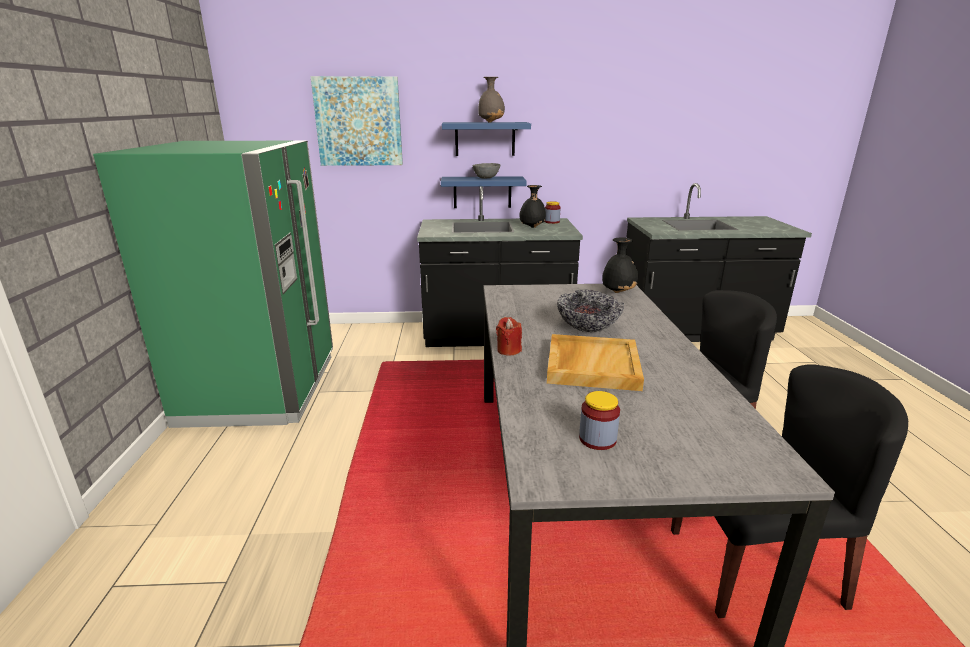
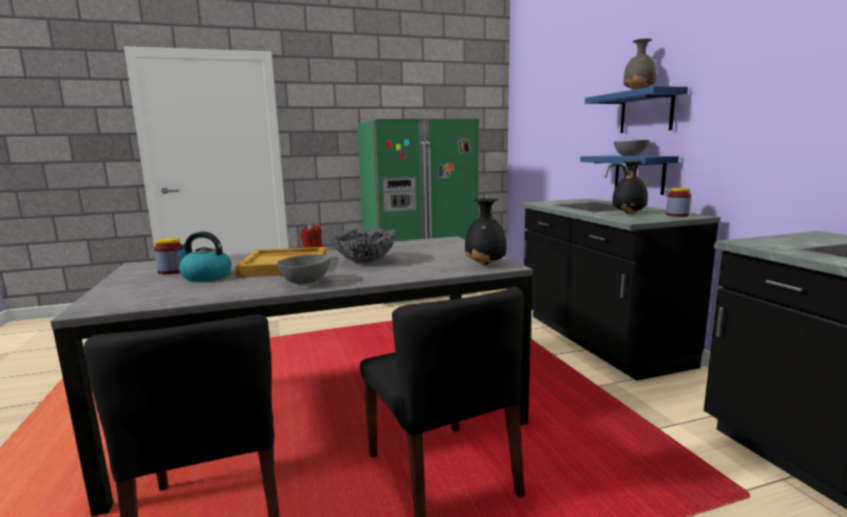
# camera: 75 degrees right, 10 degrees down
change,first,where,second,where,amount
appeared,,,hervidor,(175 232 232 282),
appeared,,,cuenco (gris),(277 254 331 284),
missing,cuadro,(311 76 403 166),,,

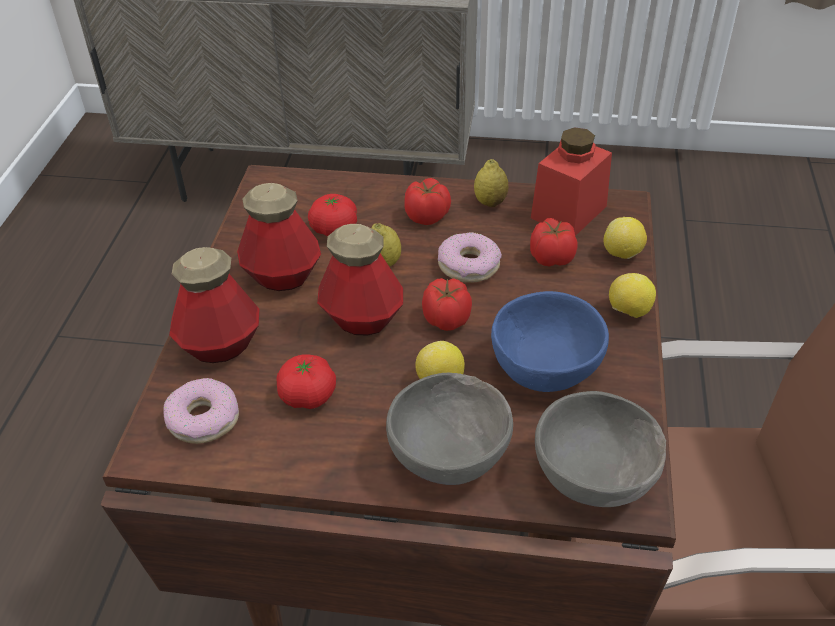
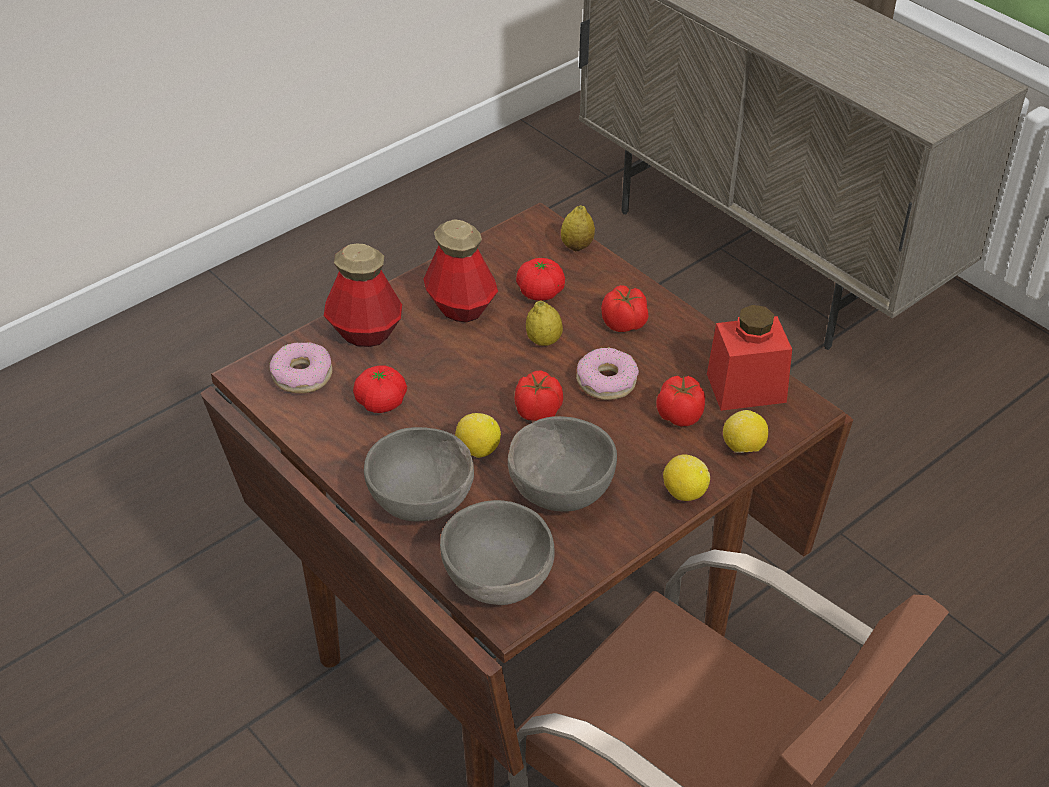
# camera: 40 degrees right, 0 degrees up
change,first,where,second,where,amount
colour,cuenco (azul),(491 291 609 392),cuenco (gris),(508 416 617 512),
relocated,limón,(474 159 509 207),,(561 205 595 251),
missing,botella,(317 224 403 336),,,

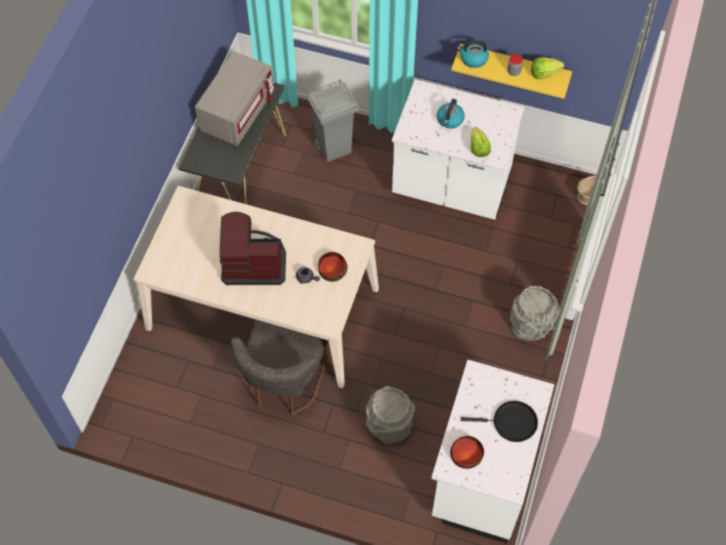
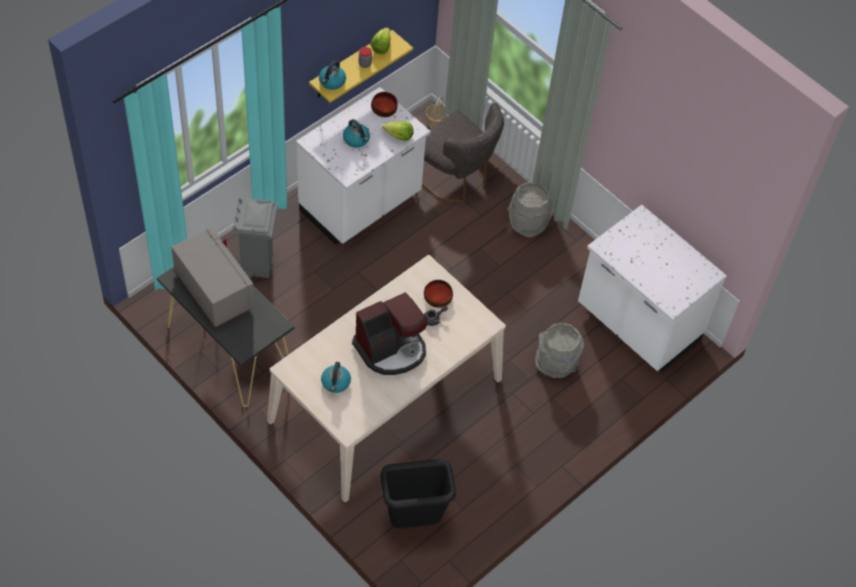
# camera: 65 degrees left, 5 degrees down
change,first,where,second,where,amount
appeared,,,hervidor,(321 362 351 393),
spun,cafetera,(220 212 286 285),,(352 292 427 375),150 degrees counterclockwise
relocated,cuenco,(450 436 484 469),,(371 92 397 117),
appeared,,,papelera (negro),(380 459 456 528),
relocated,silla (gris),(231 319 328 416),,(422 103 504 203),
missing,sartén (negro),(461 401 538 442),,,

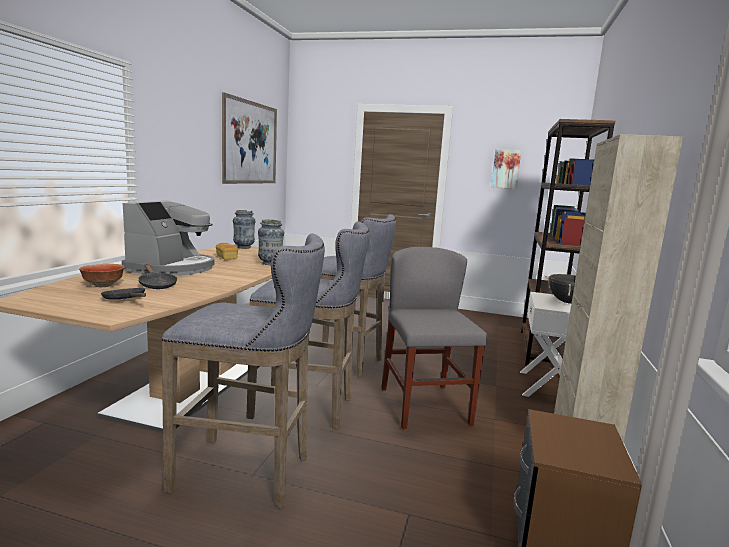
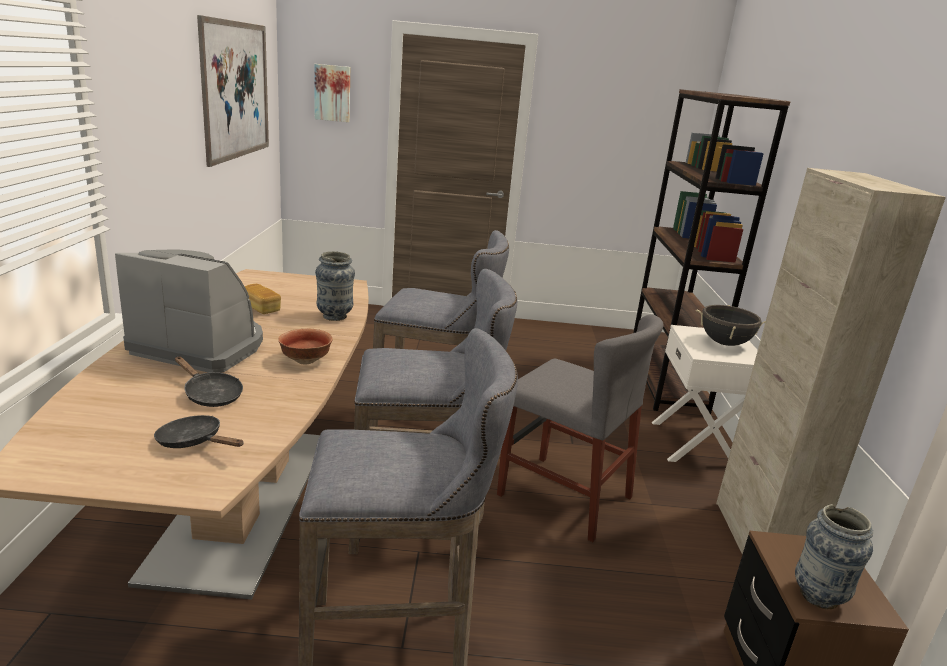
# camera: 15 degrees left, 10 degrees up
change,first,where,second,where,amount
spun,cafetera,(122 200 214 276),,(115 249 263 373),75 degrees counterclockwise
relocated,cuenco,(79 264 125 287),,(278 329 332 365),
relocated,cuadro,(491 149 521 189),,(314 64 350 122),
spun,silla (gris),(381 247 487 429),,(497 314 664 542),150 degrees clockwise
relocated,florero,(233 210 255 249),,(795 504 873 609),

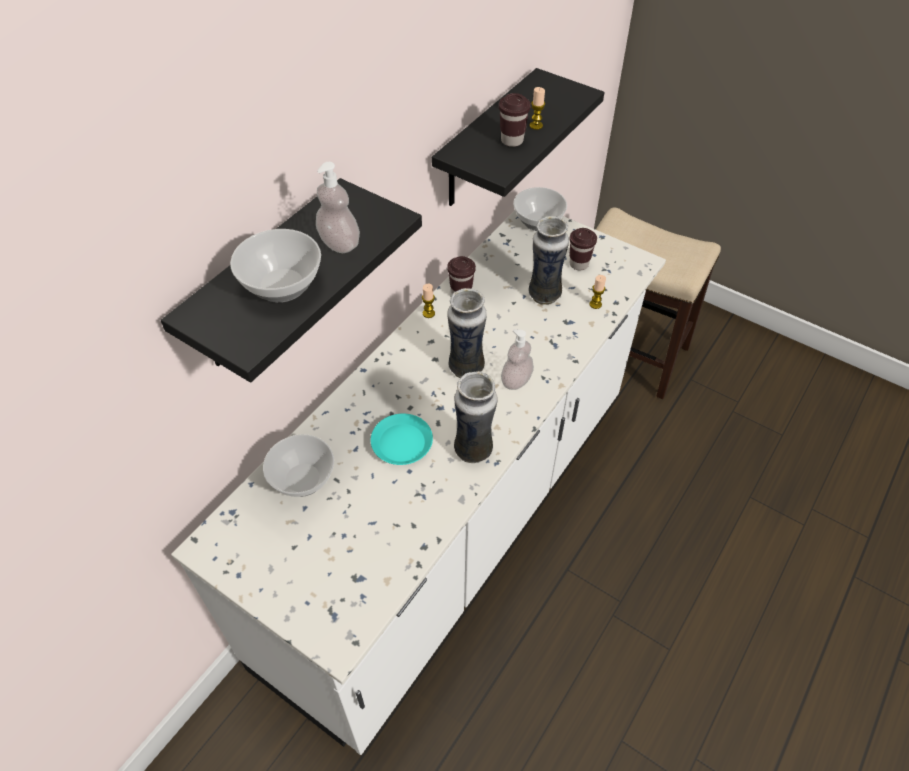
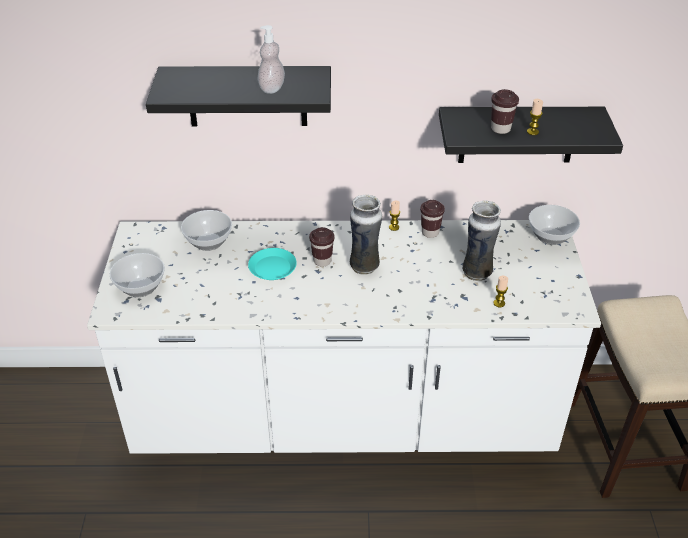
# camera: 55 degrees right, 10 degrees down
change,first,where,second,where,amount
relocated,cuenco,(230 229 321 303),,(110 253 165 297),
relocated,taza (marrón),(569 228 597 270),,(309 227 335 267),
missing,florero,(454 371 498 463),,,
missing,dispensador de jabón,(501 329 534 390),,,

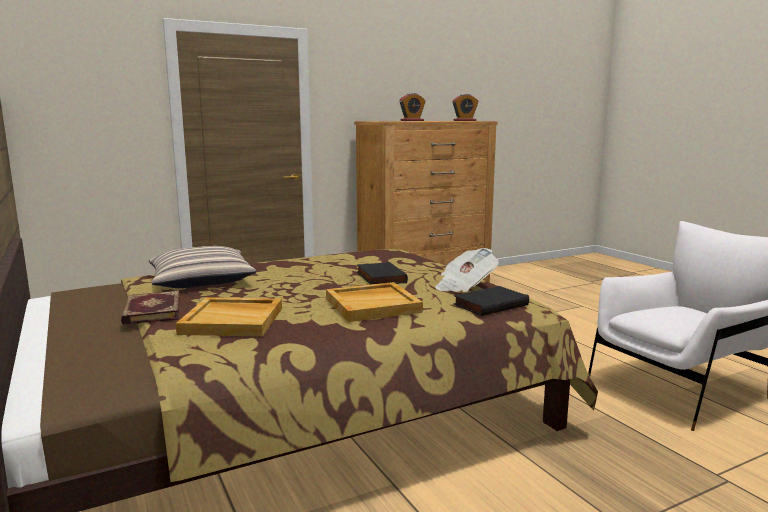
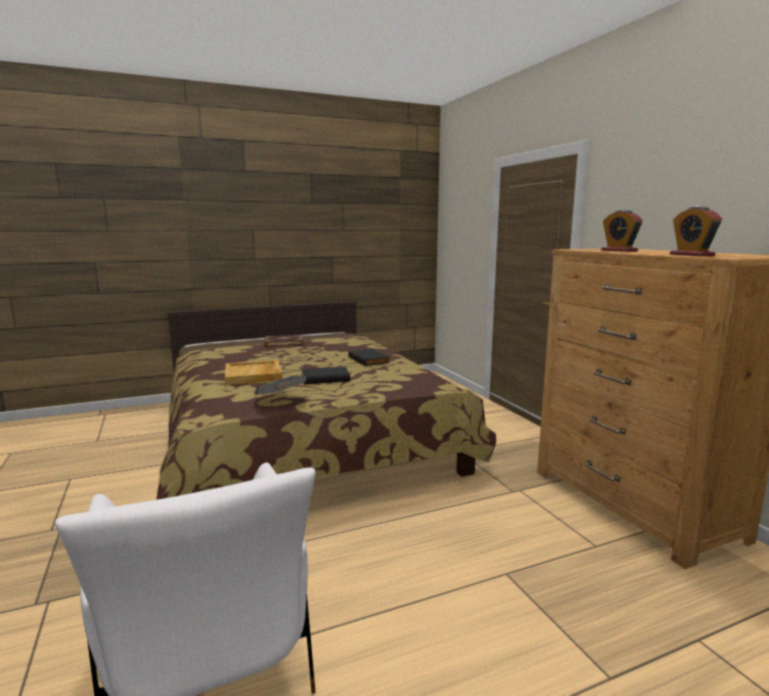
# camera: 95 degrees right, 0 degrees up
change,first,where,second,where,amount
relocated,libro (negro),(453 286 529 316),,(348 348 390 366),
missing,cojín,(149 246 256 288),,,
missing,bandeja (beis),(176 297 282 337),,,

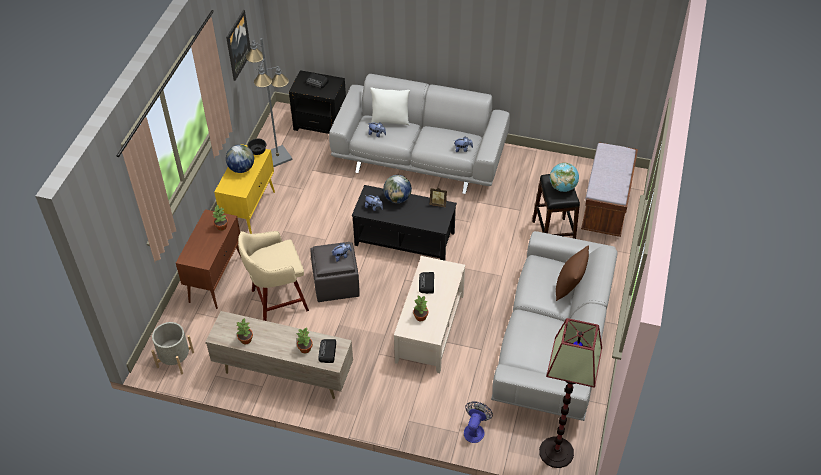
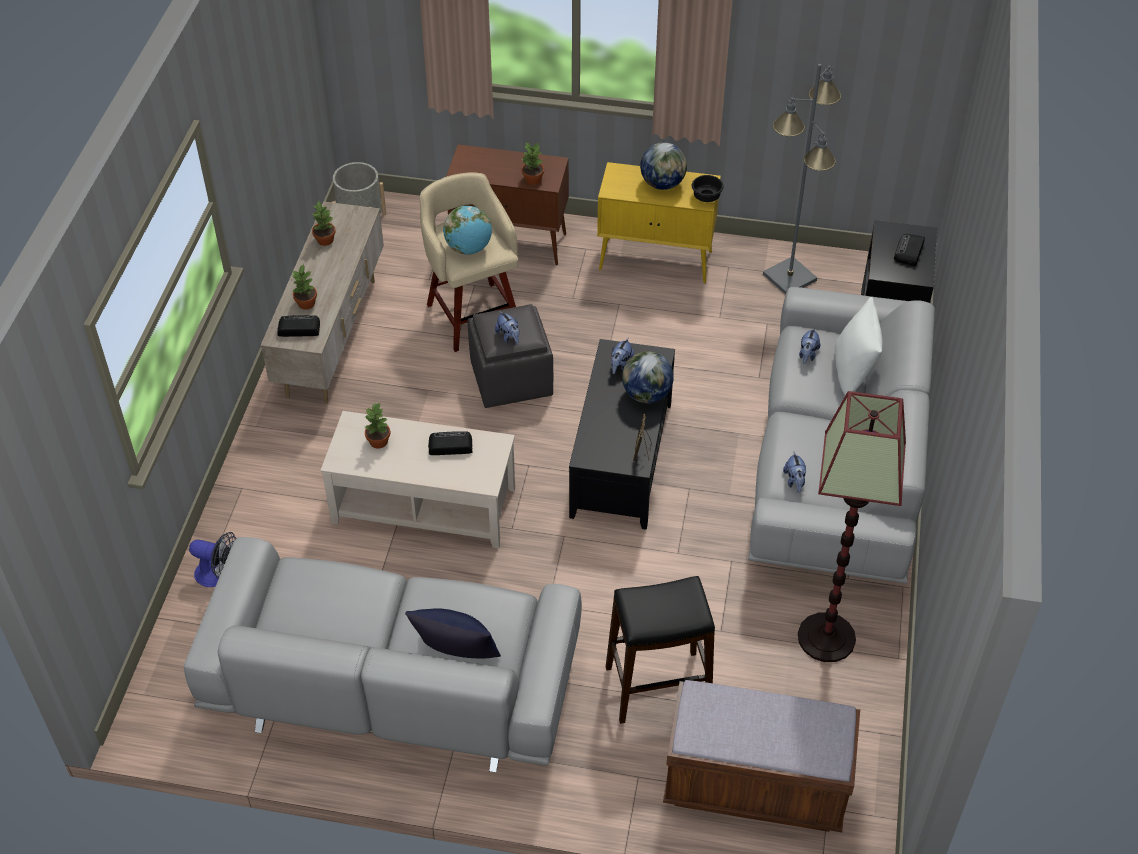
# camera: 85 degrees right, 0 degrees up
change,first,where,second,where,amount
colour,cojín (marrón),(556 246 589 301),cojín (azul),(405 608 501 659),
relocated,globo terráqueo,(550 163 579 192),,(443 206 492 255),
relocated,lámpara de pie,(539 318 602 468),,(798 391 906 662),
missing,cuadro,(226 10 251 81),,,

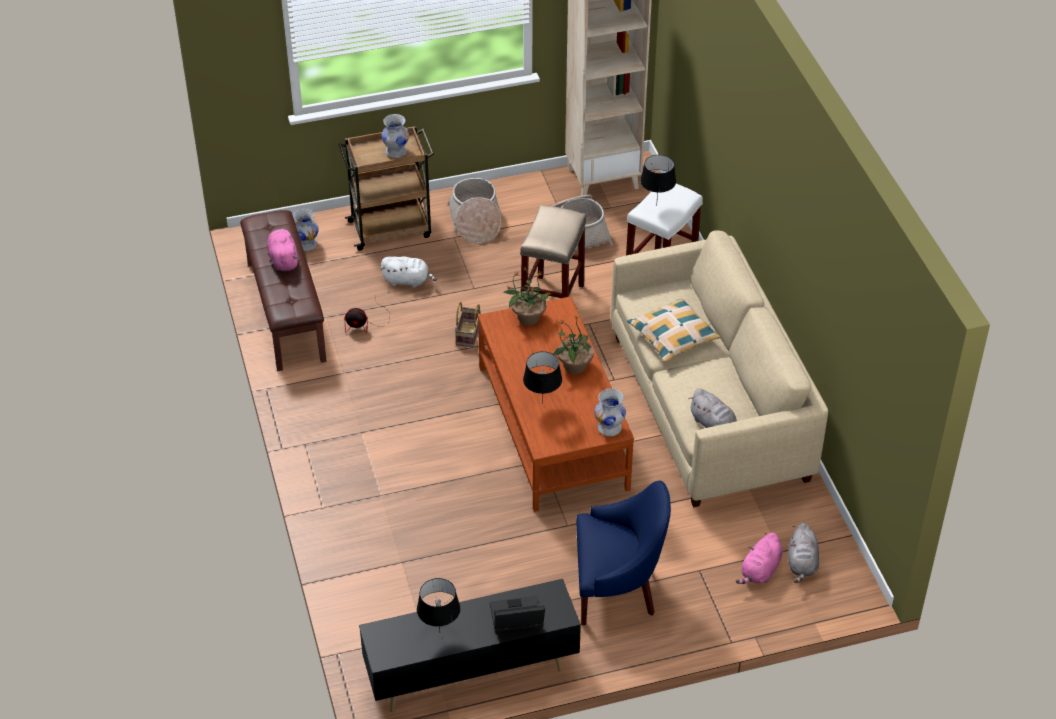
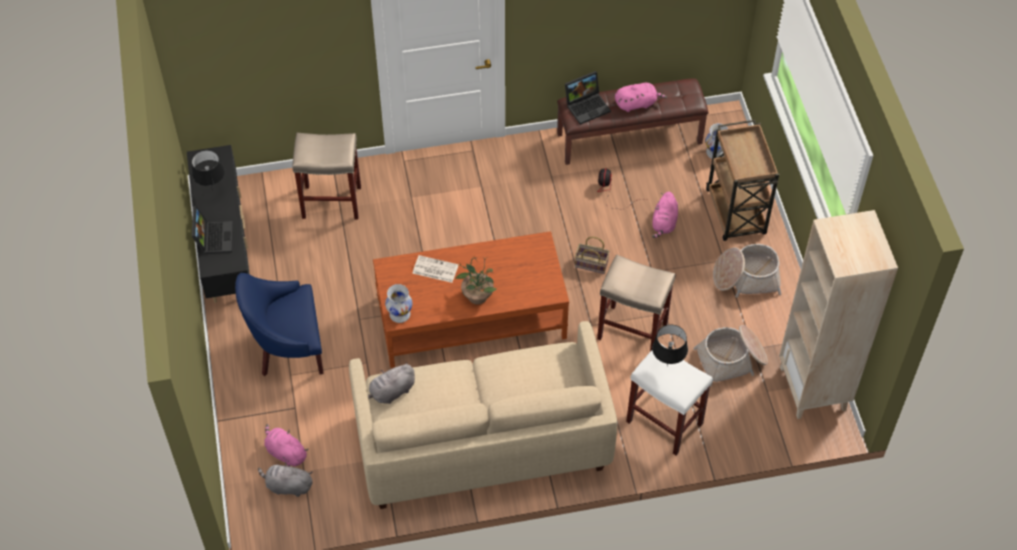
# camera: 95 degrees right, 10 degrees up
change,first,where,second,where,amount
spun,sillón (azul),(576 481 671 625),,(235 273 324 376),75 degrees clockwise
appeared,,,taburete (beis),(292 133 361 219),
exchanged,lámpara de mesa (negro),(523 351 562 404),periódico,(413 255 459 283),
appeared,,,portátil,(565 71 611 125),
colour,peluche (blanco),(381 256 437 288),peluche (rosa),(652 192 678 238),
missing,florero (blanco),(381 114 409 158),,,
missing,planta en maceta,(504 267 552 325),,,
missing,cojín,(627 297 720 362),,,

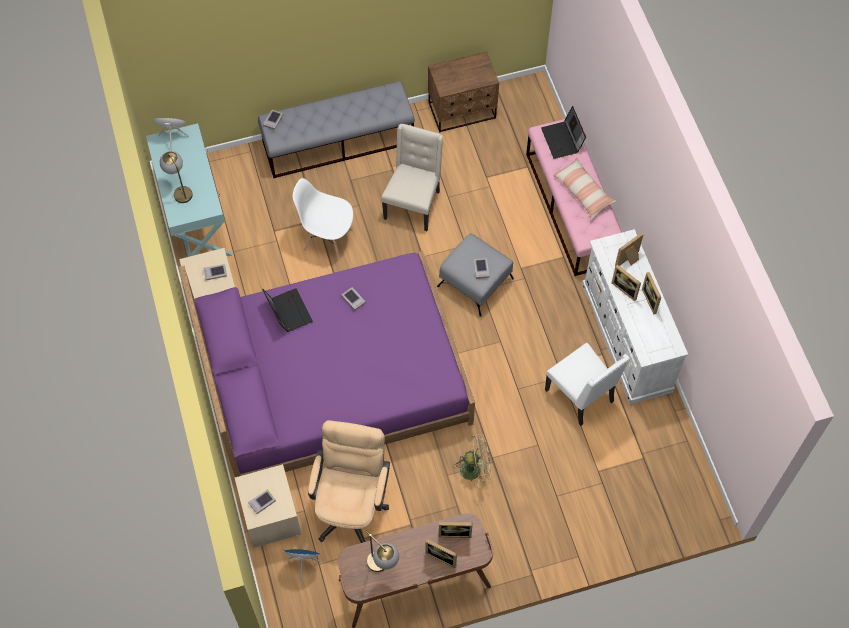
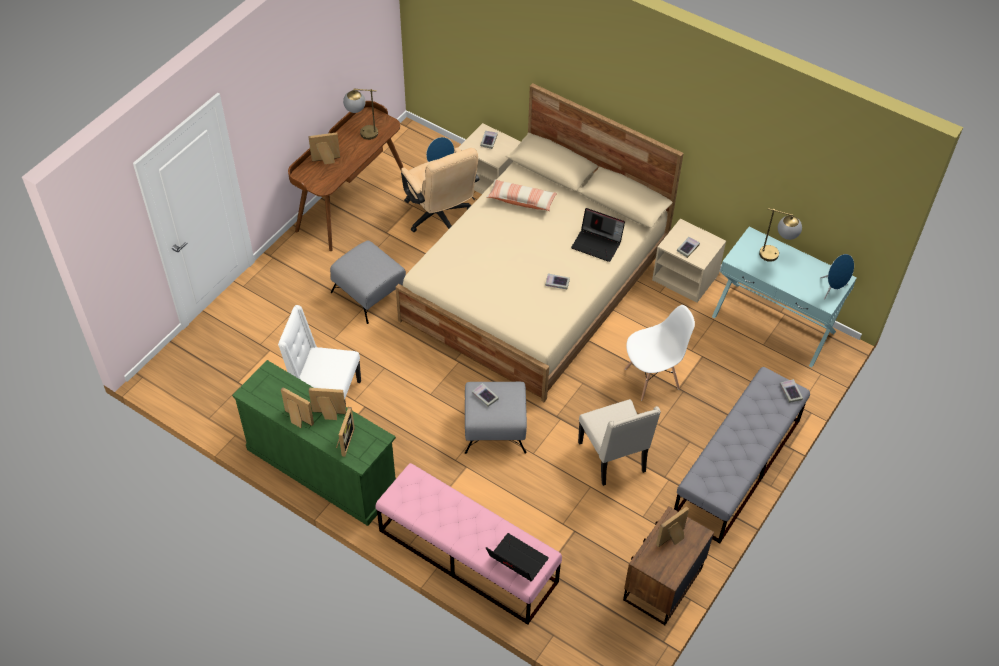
# camera: 140 degrees right, 10 degrees down
change,first,where,second,where,amount
colour,cómoda (blanco),(582 229 688 404),cómoda (verde),(232 360 396 526),
exchanged,ventilador (verde),(453 434 491 487),puf (gris),(330 240 406 324),
colour,cama (morado),(179 251 475 477),cama (beis),(396 83 684 402),
relocated,cojín,(553 158 617 220),,(487 179 557 211),
relocated,portarretratos,(439 522 472 538),,(656 507 689 547),

